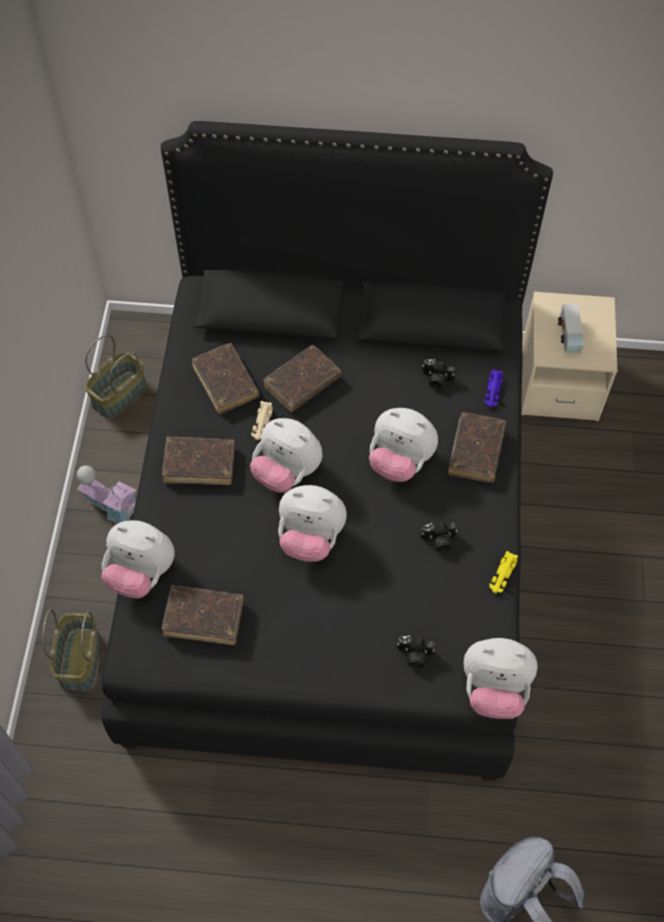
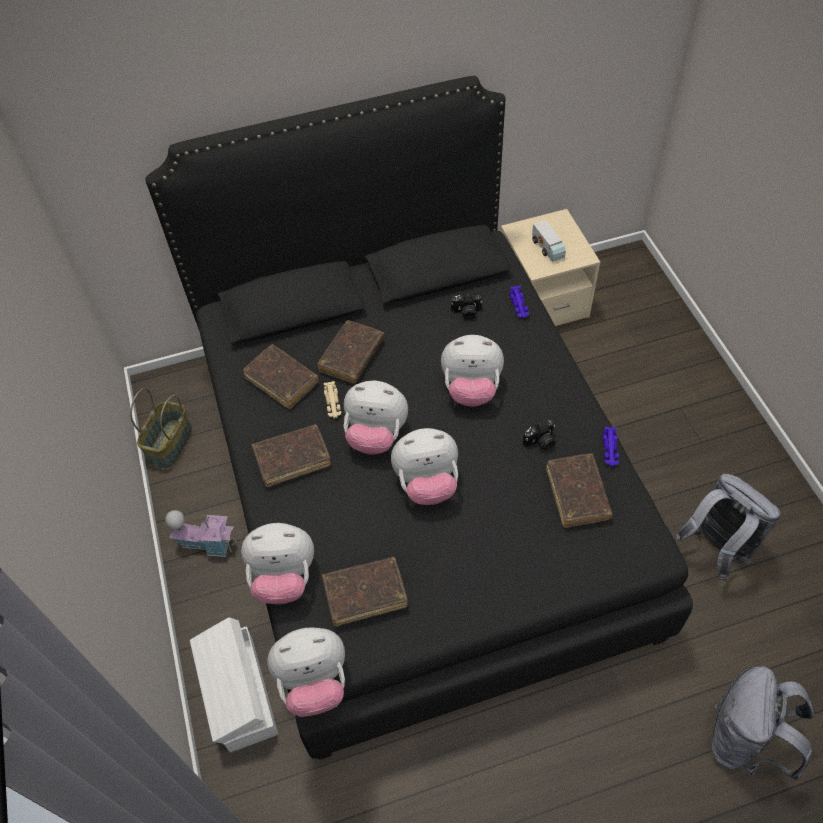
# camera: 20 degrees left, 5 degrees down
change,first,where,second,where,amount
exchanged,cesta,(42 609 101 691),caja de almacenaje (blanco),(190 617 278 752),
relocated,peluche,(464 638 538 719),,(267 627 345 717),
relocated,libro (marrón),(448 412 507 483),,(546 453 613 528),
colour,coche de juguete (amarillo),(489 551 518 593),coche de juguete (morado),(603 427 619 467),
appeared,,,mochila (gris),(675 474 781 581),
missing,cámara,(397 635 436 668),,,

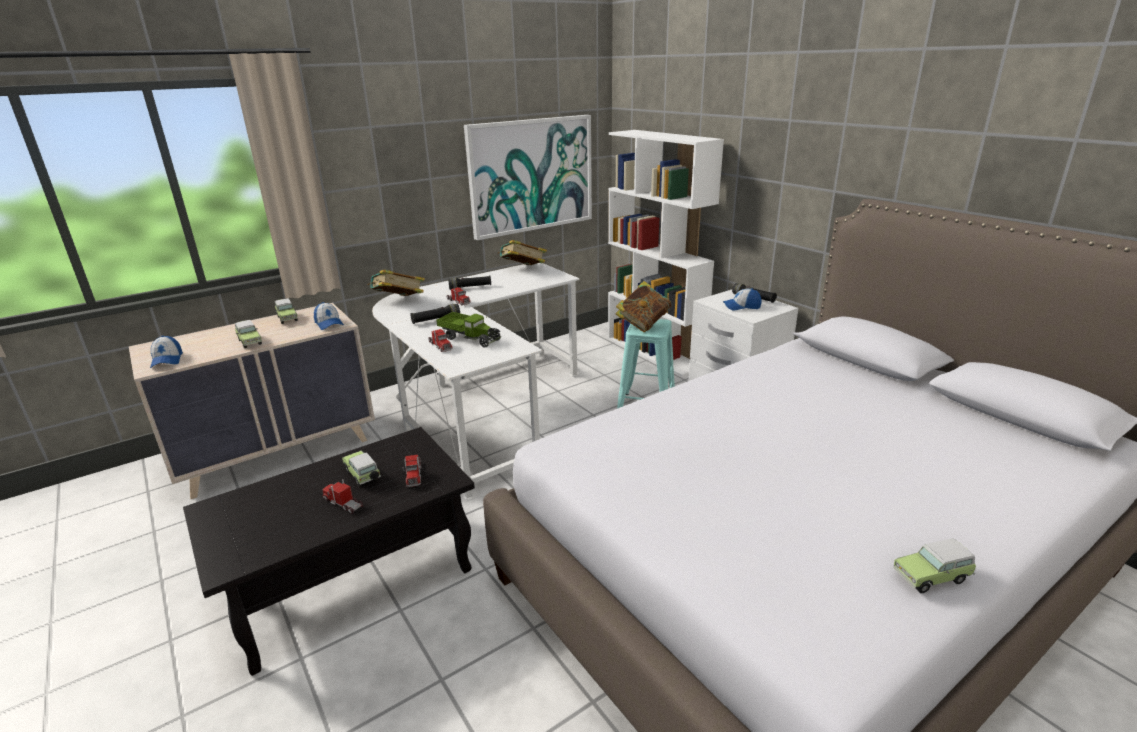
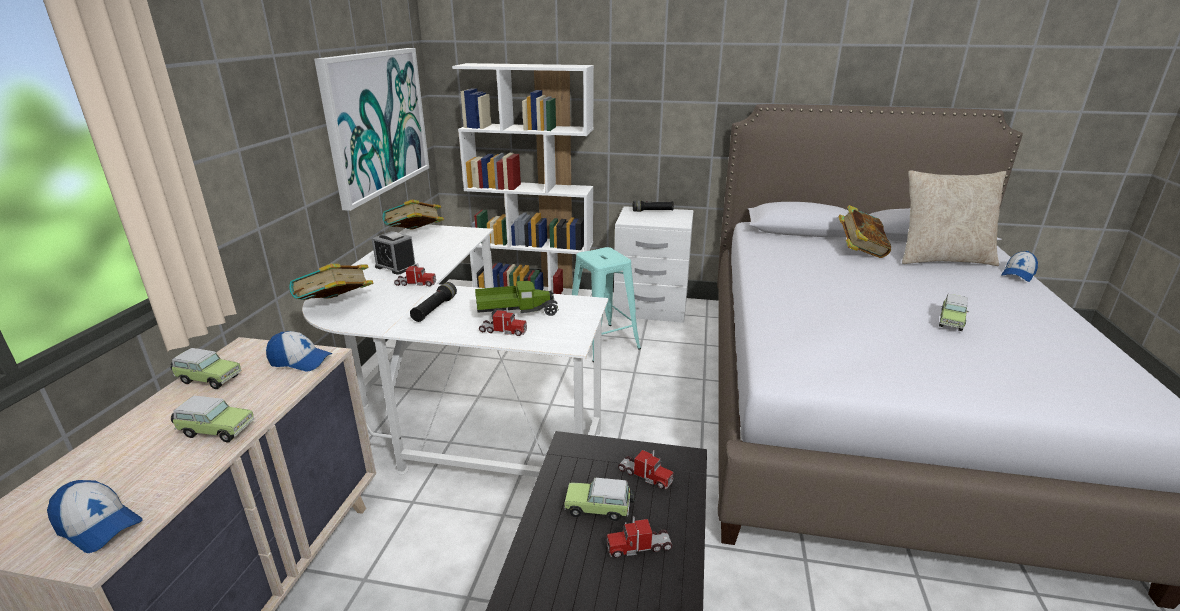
# camera: 45 degrees left, 0 degrees up
change,first,where,second,where,amount
exchanged,linterna (negro),(448 276 491 290),despertador,(371 231 417 275),
relocated,libro,(616 281 671 332),,(838 205 891 258),
appeared,,,cojín (beis),(902 170 1006 266),
relocated,coche de juguete,(893 538 976 593),,(939 294 969 331),
relocated,gorra,(723 288 761 311),,(1001 251 1038 282),

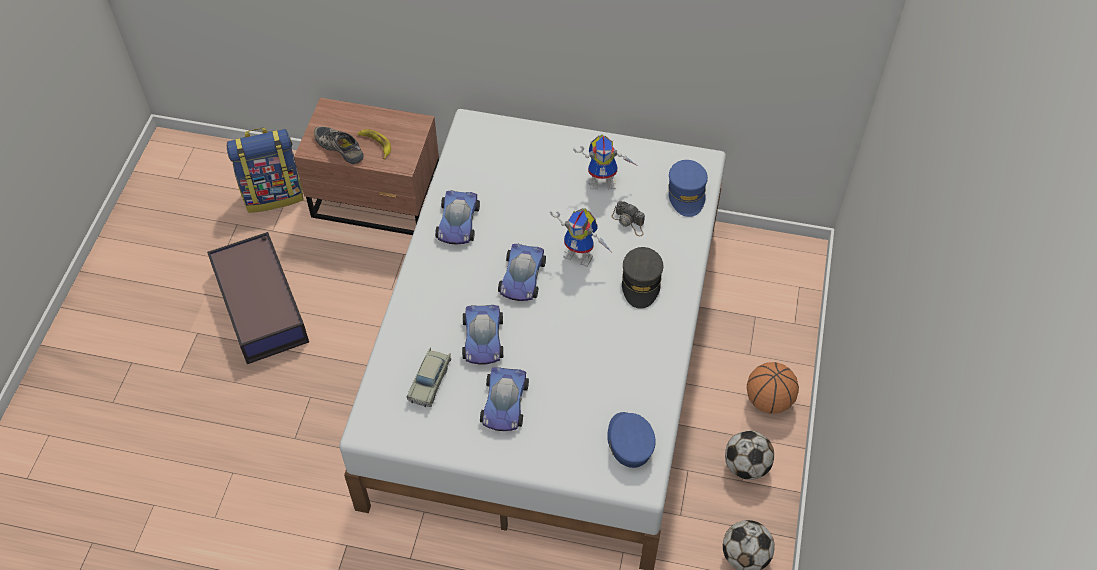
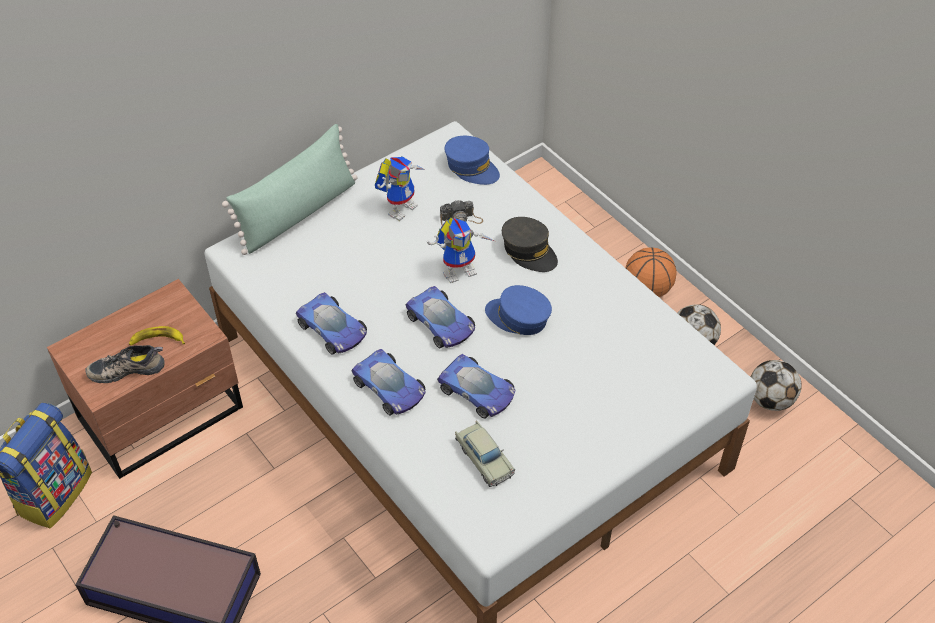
# camera: 50 degrees left, 5 degrees down
change,first,where,second,where,amount
appeared,,,cojín (verde),(222 124 358 255),
relocated,coche de juguete,(480 367 529 431),,(352 349 426 415),
relocated,gorra (azul),(607 412 656 468),,(485 285 552 335),

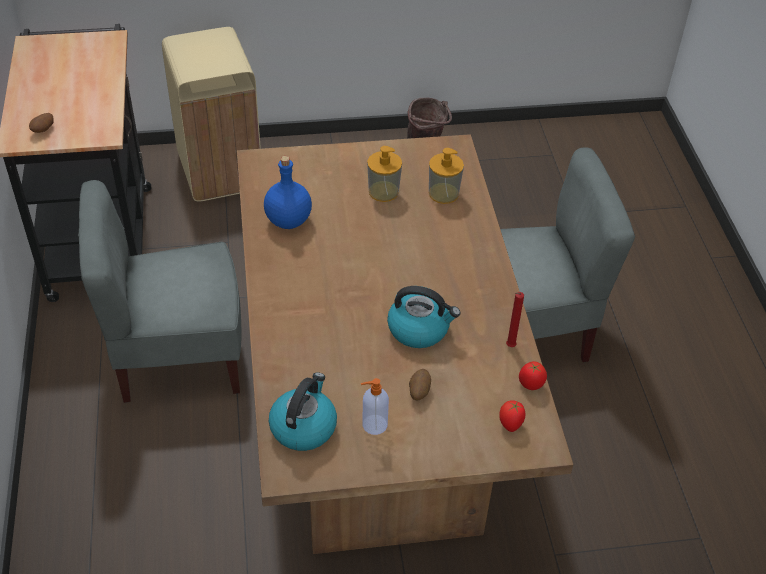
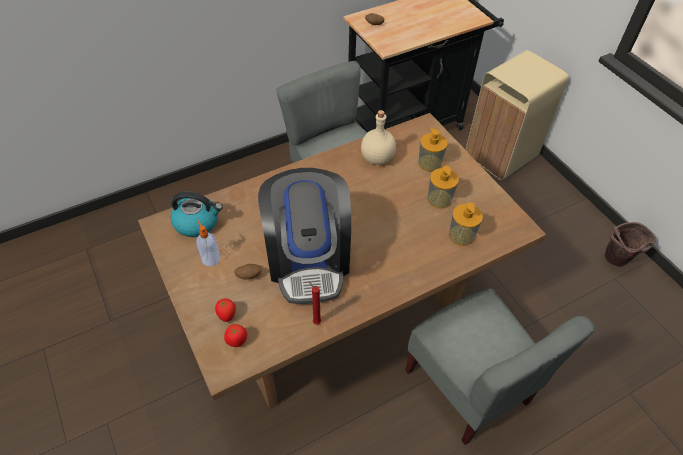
# camera: 70 degrees right, 5 degrees up
change,first,where,second,where,amount
relocated,tomate,(519 361 547 390),,(215 299 236 322),
exchanged,hervidor,(387 286 460 348),cafetera,(258 168 351 304),
colour,botella (azul),(264 156 312 229),botella (beis),(361 110 396 165),
appeared,,,dispensador de jabón,(418 128 447 172),

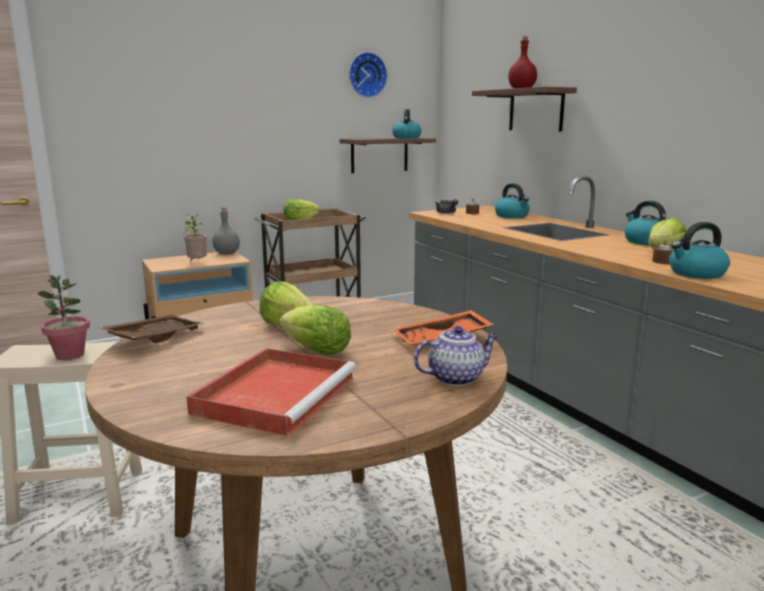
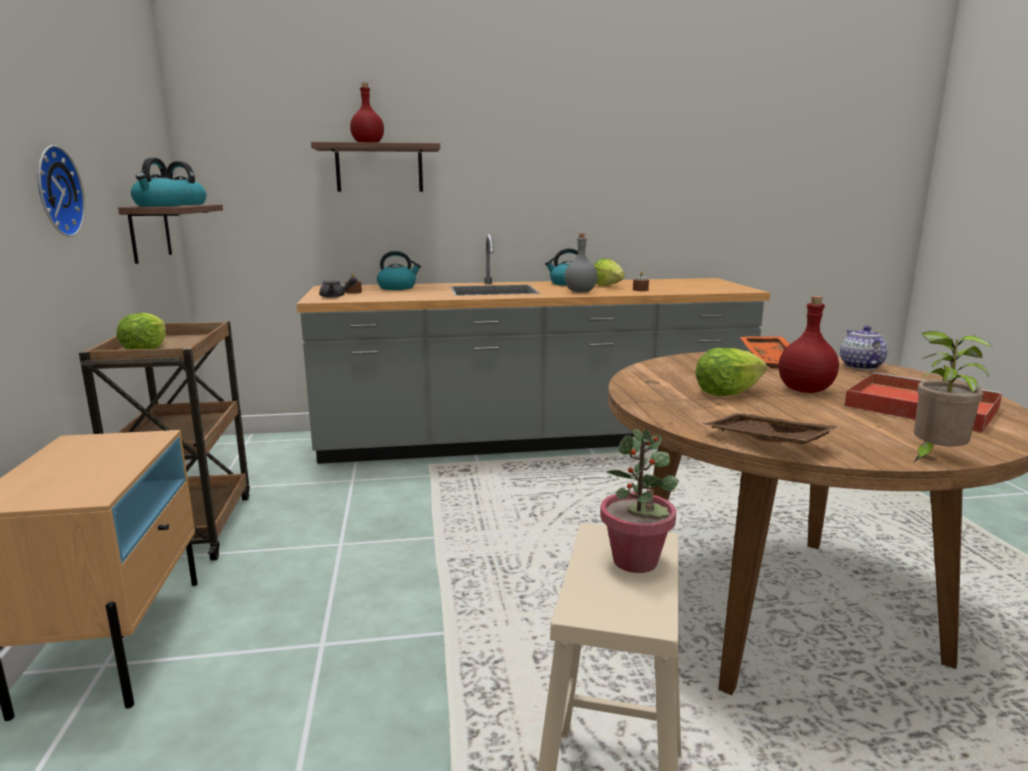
# camera: 70 degrees left, 0 degrees up
change,first,where,second,where,amount
relocated,reloj de pared,(349 52 387 98),,(38 145 85 237),
relocated,hervidor,(669 222 730 279),,(131 158 185 206),
relocated,botella (gris),(212 207 240 254),,(564 233 598 292),
exchanged,lechuga,(280 304 351 356),botella (rojo),(778 296 839 393),
relocated,planta en maceta,(184 213 207 261),,(914 331 993 462),

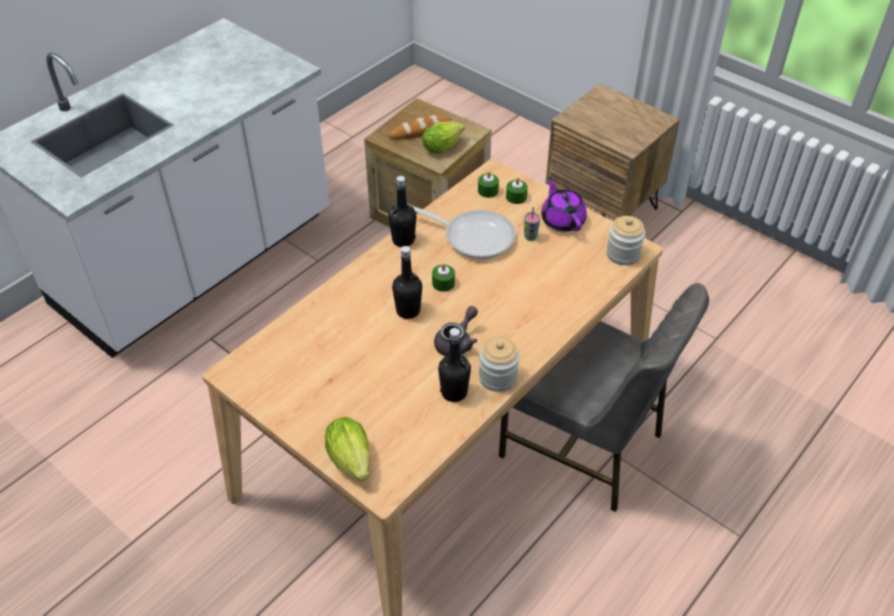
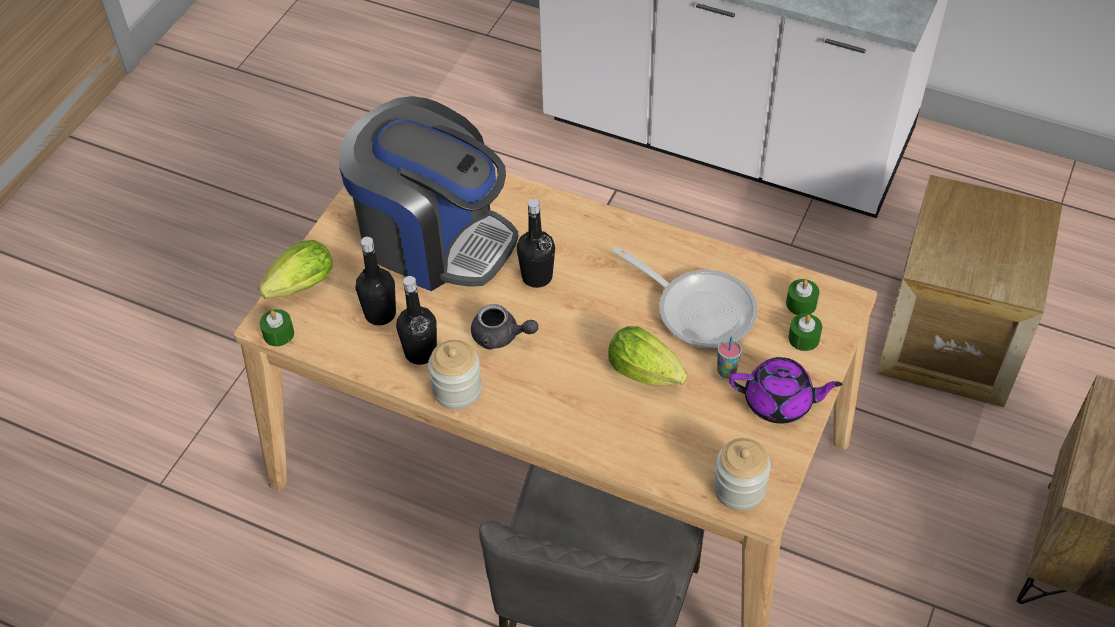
# camera: 75 degrees right, 5 degrees up
change,first,where,second,where,amount
relocated,vela (verde),(432 263 455 292),,(260 309 294 346),
appeared,,,cafetera,(339 96 518 291),
relocated,botella (negro),(388 176 416 247),,(355 237 396 325),
relocated,lechuga,(422 121 464 154),,(608 326 687 386),
spun,sartén,(407 204 516 259),,(612 246 758 348),60 degrees counterclockwise
spun,tetera (morado),(541 177 587 232),,(729 357 842 424),45 degrees clockwise
missing,pan,(389 115 451 140),,,

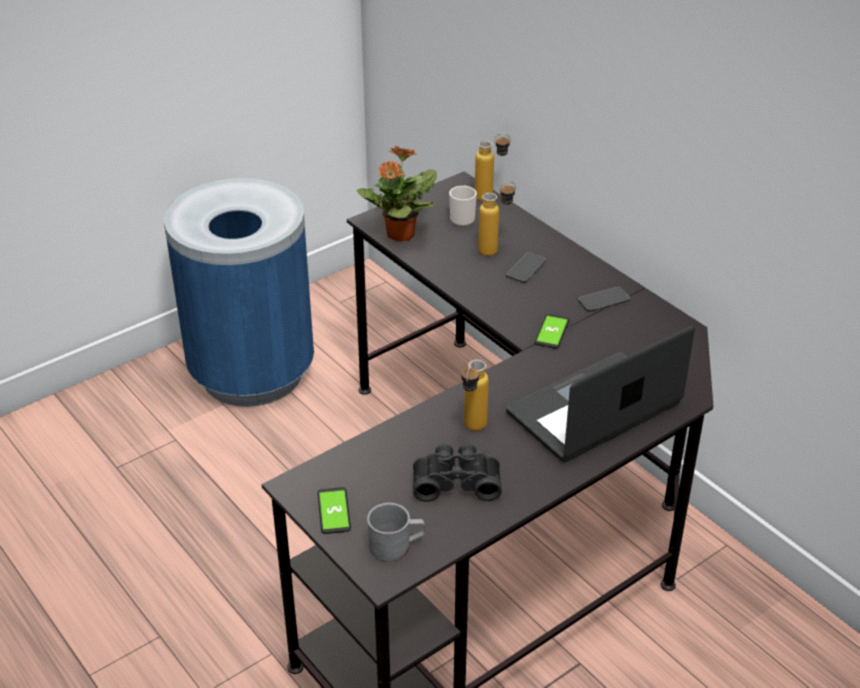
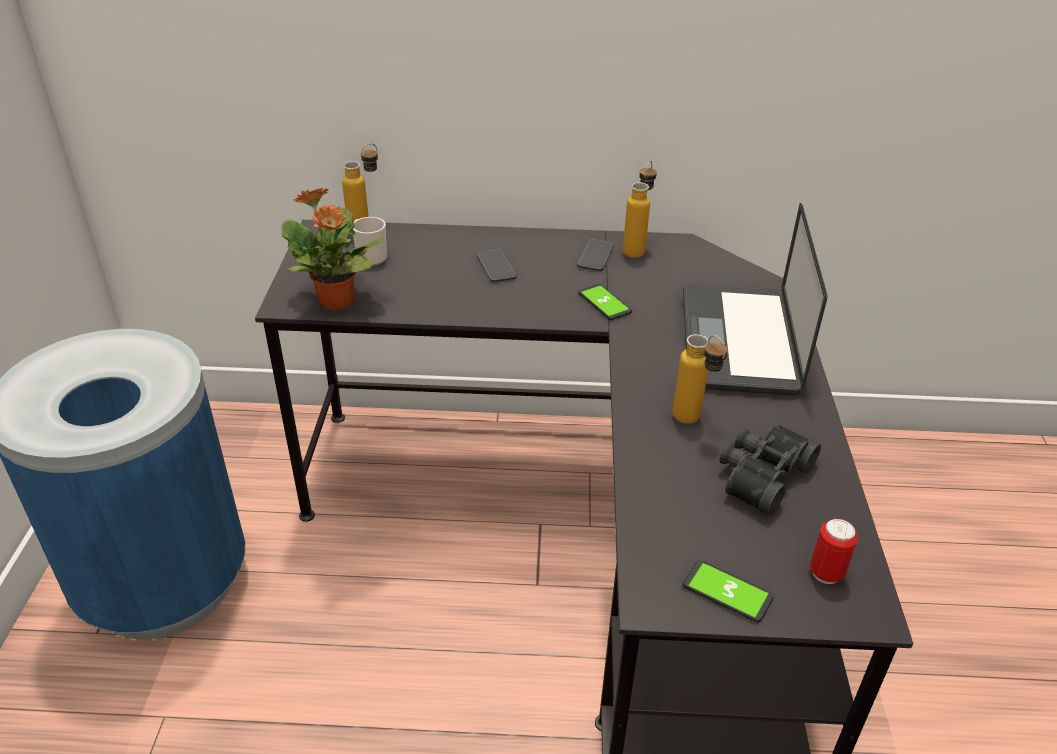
# camera: 50 degrees left, 0 degrees up
change,first,where,second,where,amount
relocated,botella,(478 181 516 256),,(623 161 657 258),
exchanged,taza grande (gris),(367 503 425 562),lata,(810 518 858 584),

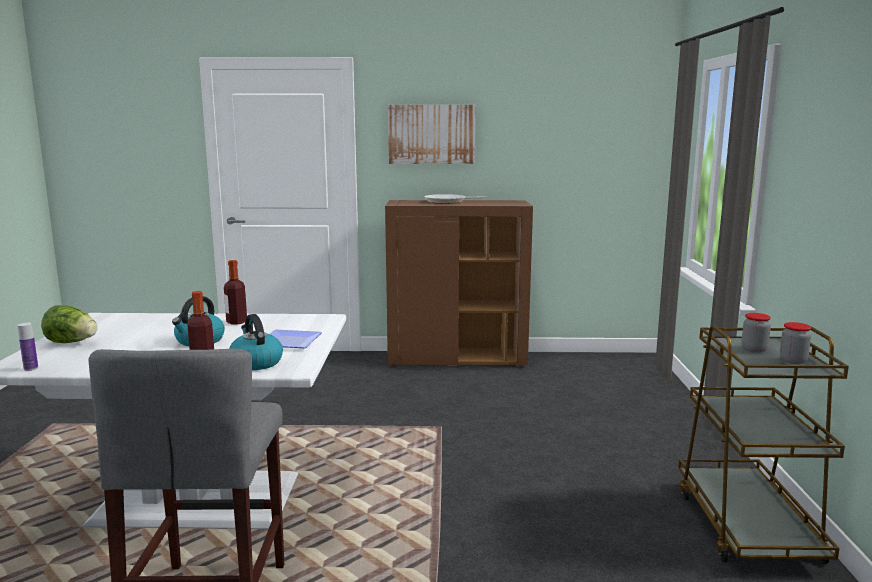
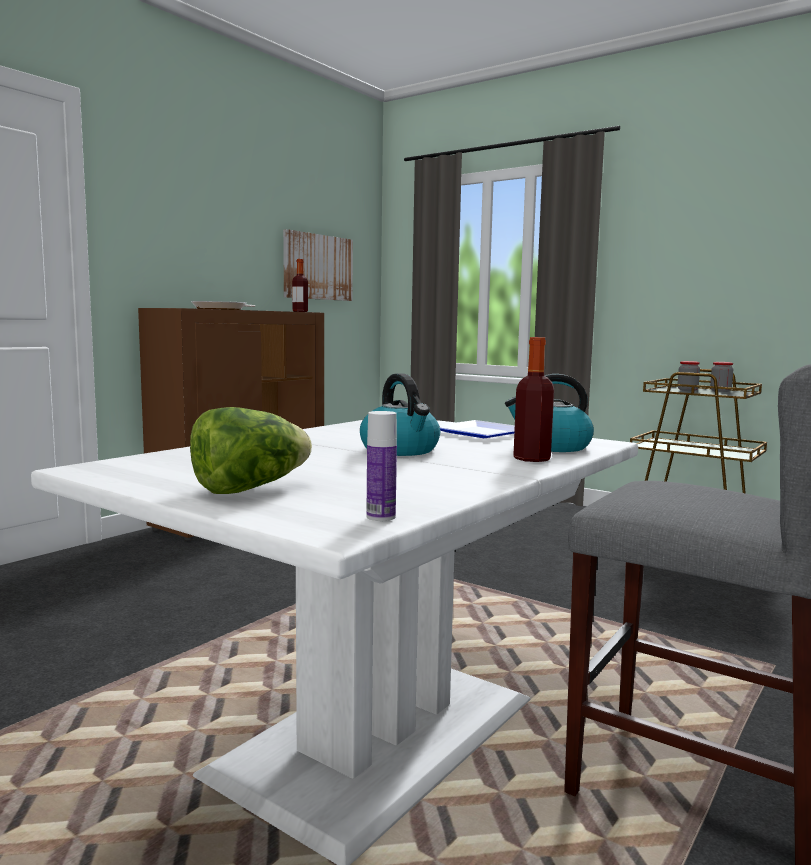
# camera: 55 degrees left, 5 degrees down
change,first,where,second,where,amount
relocated,cuadro,(388 105 476 164),,(283 229 353 301),
relocated,botella,(224 260 247 325),,(292 259 308 312),

